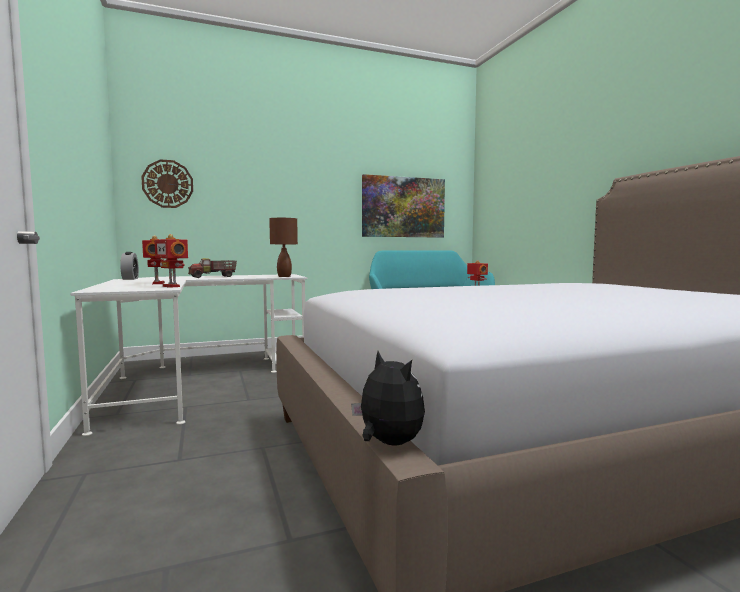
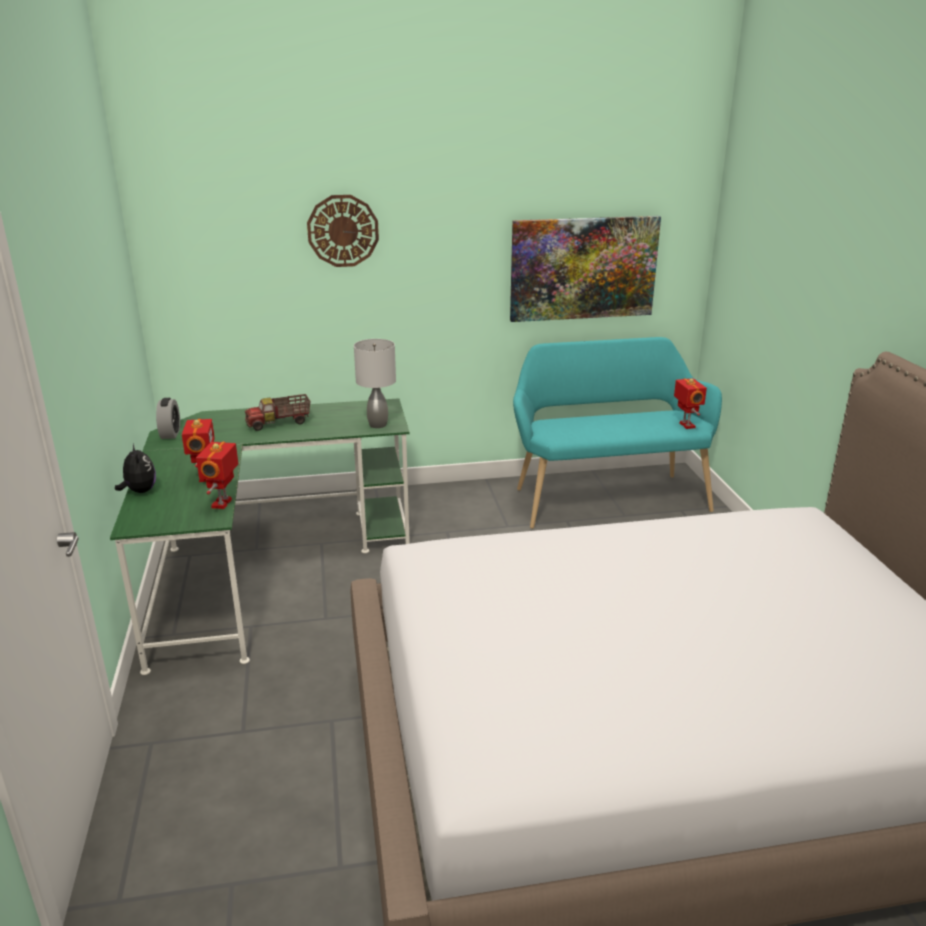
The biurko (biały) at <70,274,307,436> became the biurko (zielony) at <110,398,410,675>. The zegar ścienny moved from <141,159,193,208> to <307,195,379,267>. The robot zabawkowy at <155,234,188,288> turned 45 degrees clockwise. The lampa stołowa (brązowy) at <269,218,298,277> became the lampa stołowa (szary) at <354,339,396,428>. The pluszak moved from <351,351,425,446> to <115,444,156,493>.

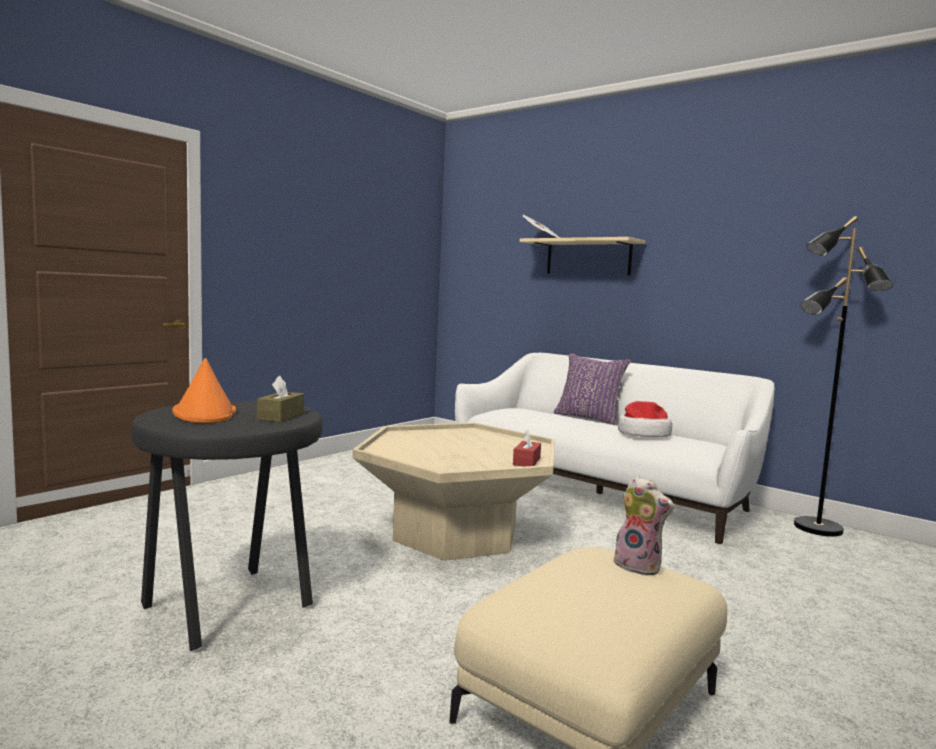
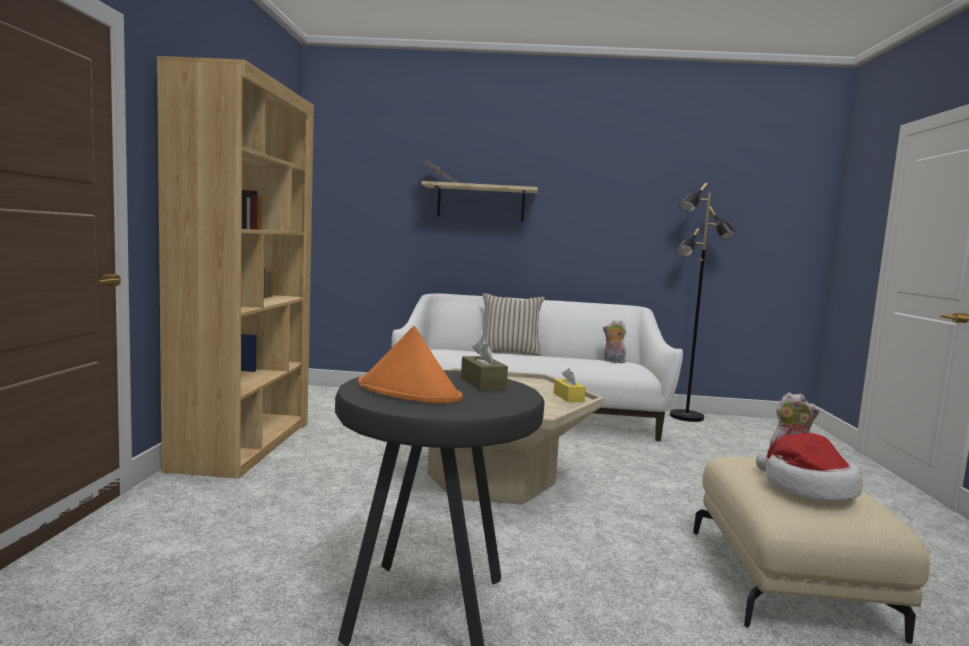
The pudełko chusteczek (czerwony) at <513,430,541,467> became the pudełko chusteczek (żółty) at <554,368,586,402>. The poduszka (fioletowy) at <554,353,631,425> became the poduszka (beżowy) at <482,293,545,356>. The kapelusz moved from <618,401,672,437> to <756,433,862,501>. The regał (brązowy) at <157,56,314,479> appeared. The pluszak at <603,320,627,363> appeared.

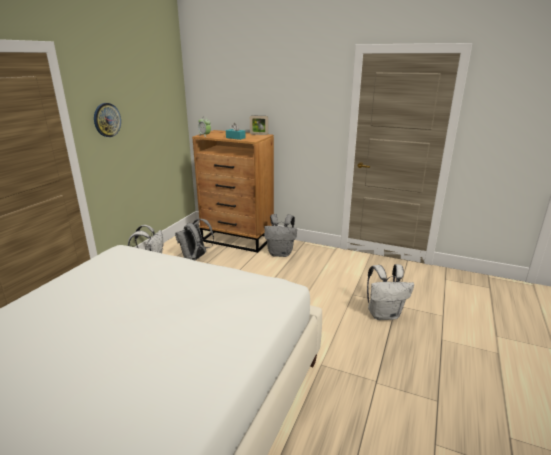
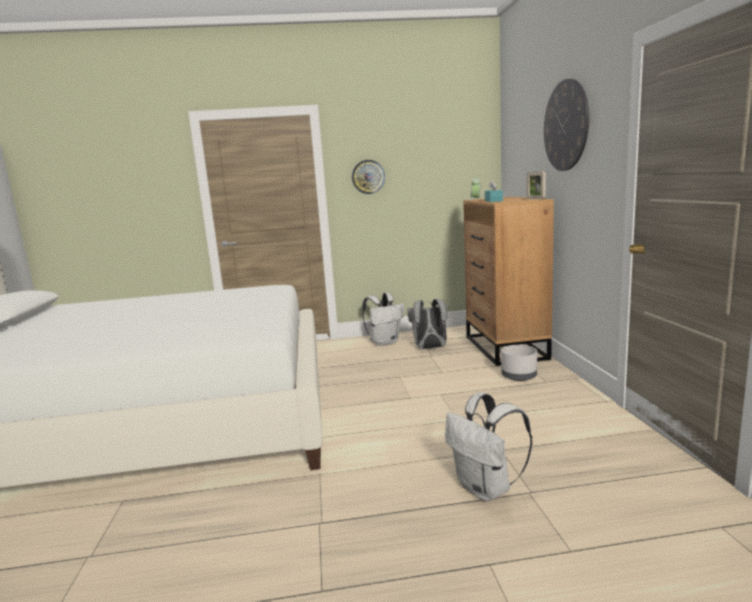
The plecak (szary) at <264,214,297,257> was replaced by the donica (szary) at <501,345,537,381>. The zegar ścienny at <544,79,589,171> appeared.

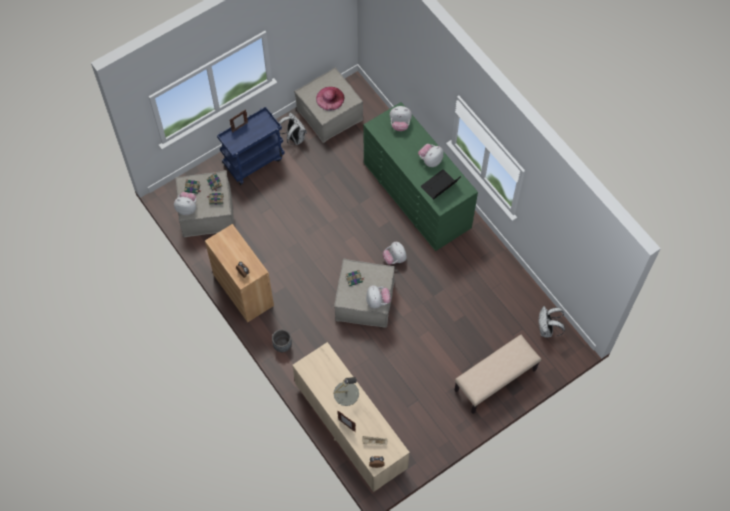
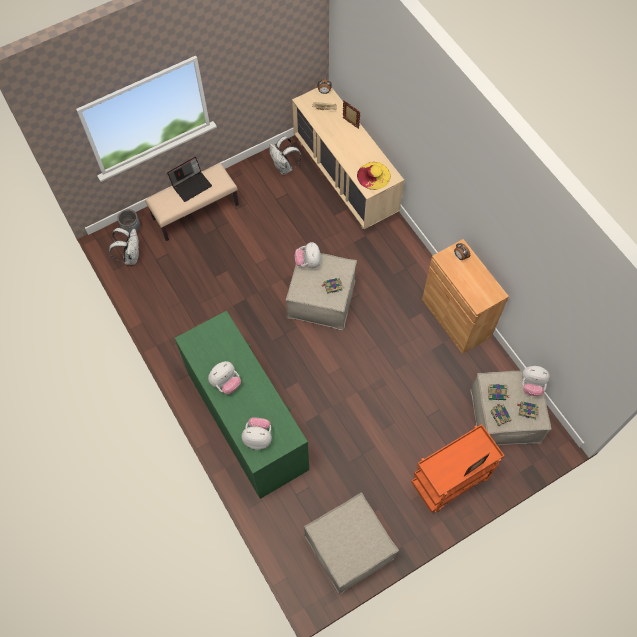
The wózek (niebieski) at <217,107,285,185> became the wózek (pomarańczowy) at <411,424,505,513>. The donica (szary) moved from <272,329,292,352> to <117,209,141,234>. The plecak (biały) moved from <279,112,307,145> to <269,136,301,175>. The kapelusz (różowy) at <316,87,345,111> disappeared. The lampa stołowa (szary) at <333,377,359,406> disappeared. The pluszak at <383,242,407,265> disappeared. The laptop moved from <421,169,461,199> to <167,157,212,202>. The kapelusz (żółty) at <357,162,391,190> appeared.

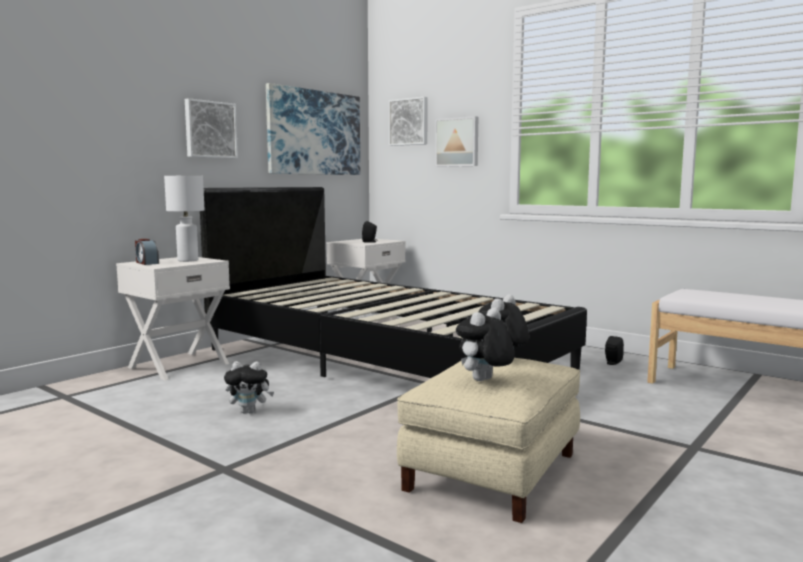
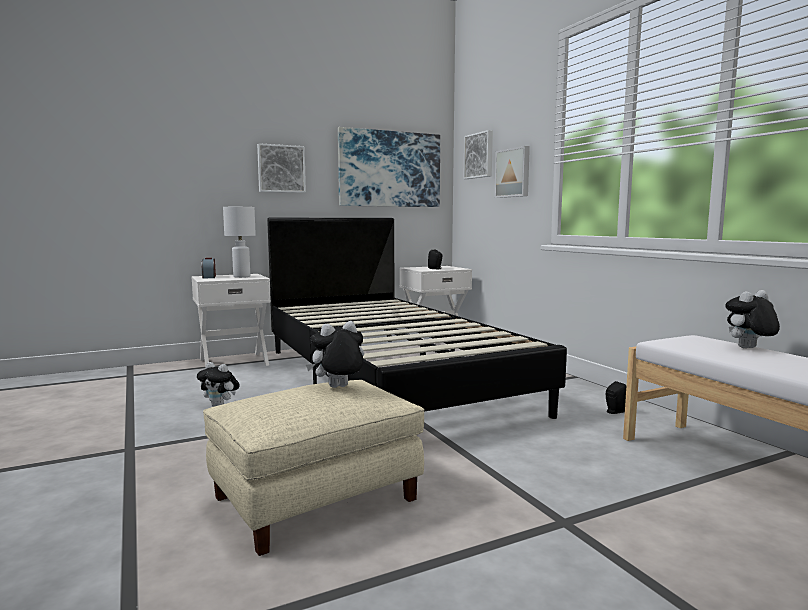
The pluszak moved from <456,308,515,381> to <725,290,780,348>.

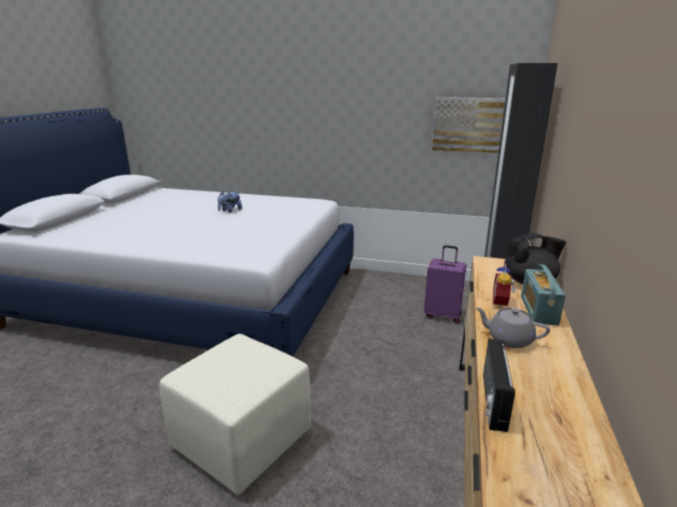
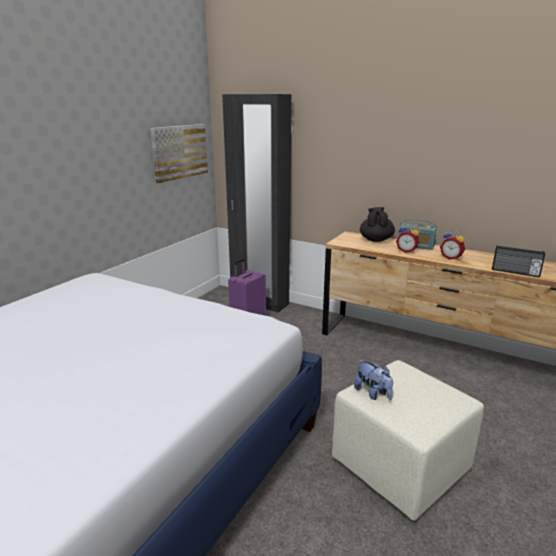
The pluszak moved from <218,191,242,213> to <354,360,393,400>. The imbryk (szary) at <475,307,550,348> was replaced by the budzik at <440,230,465,260>.

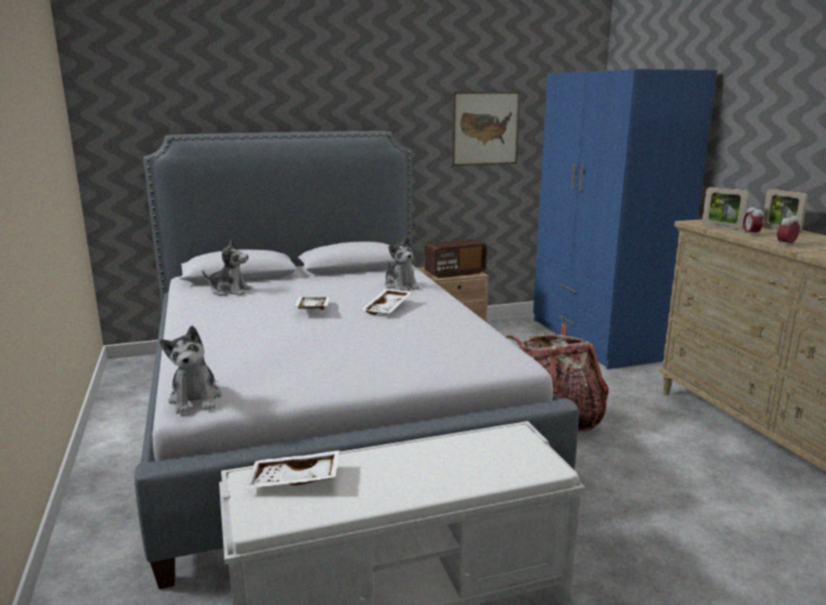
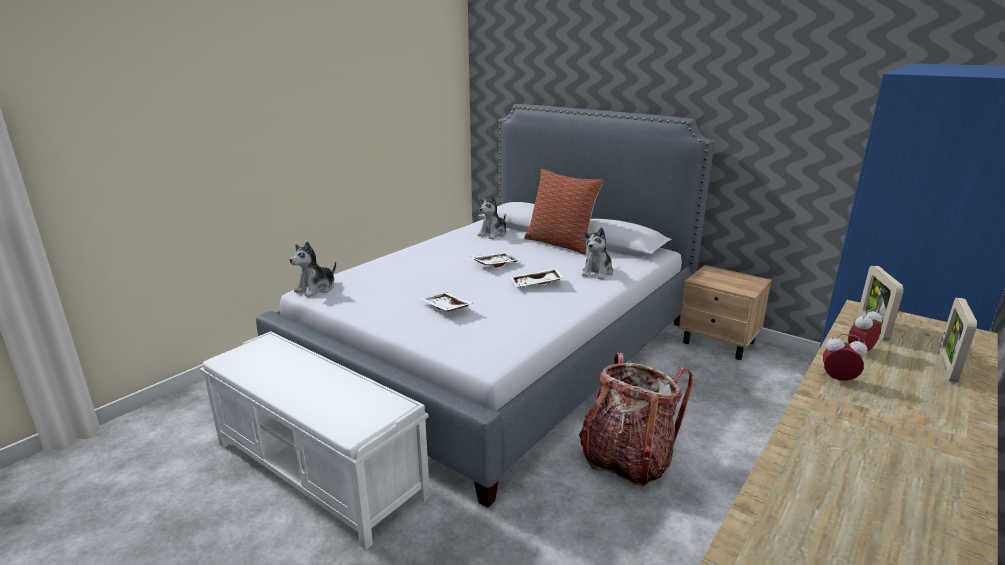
The pluszak at <202,240,251,296> turned 60 degrees clockwise. The taca (biały) moved from <244,450,340,488> to <419,292,472,312>. The radio at <424,239,487,278> disappeared. The obraz at <452,91,520,166> disappeared. The poduszka at <524,169,604,255> appeared.

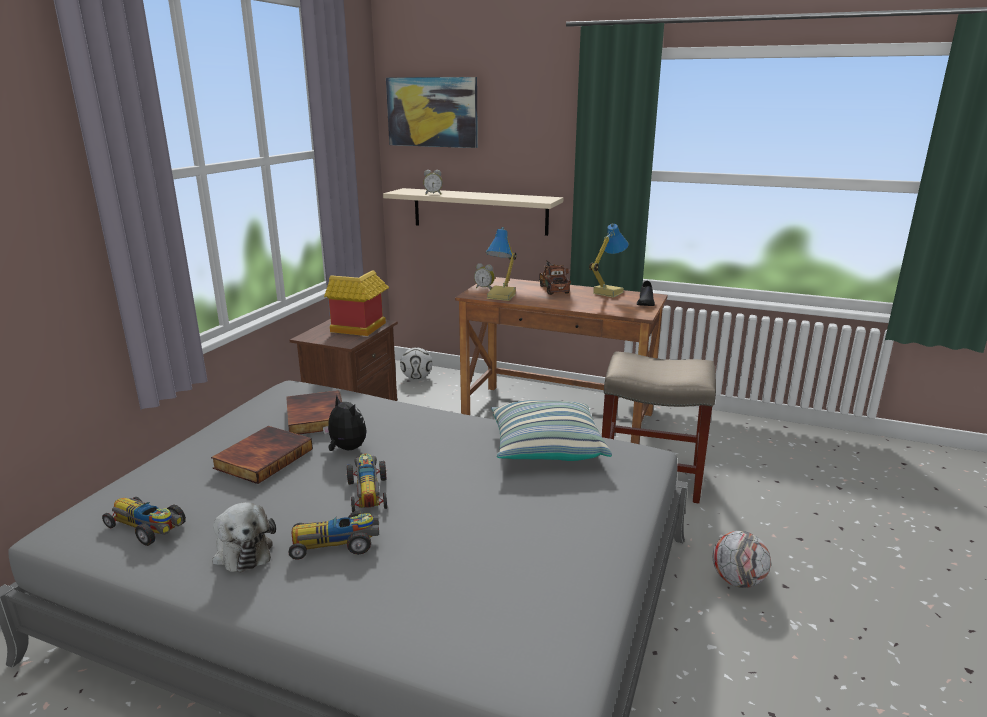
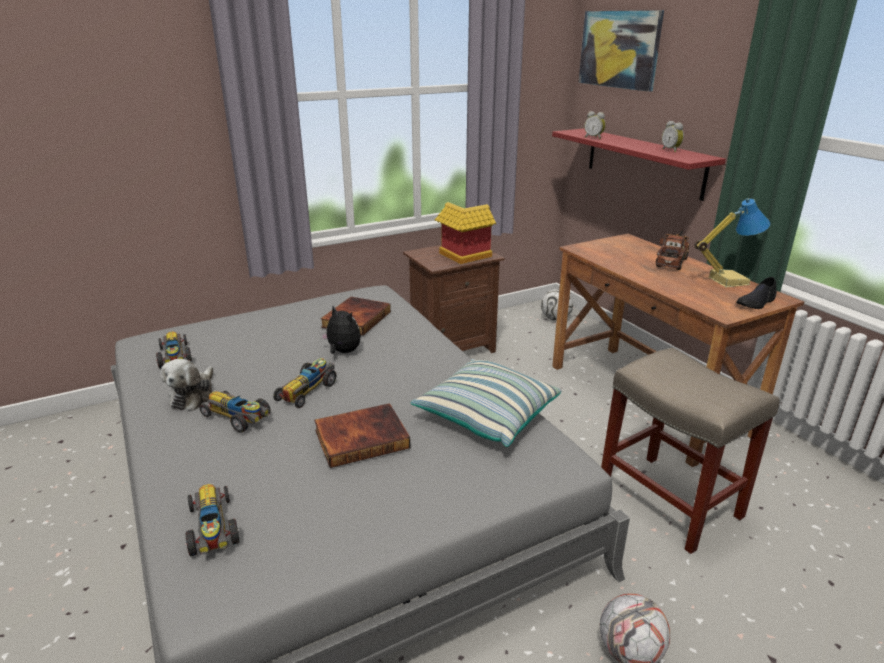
The książka moved from <211,426,313,484> to <314,403,410,468>. The pluszak at <323,395,367,451> turned 45 degrees counterclockwise. The półka (beżowy) at <383,188,563,236> became the półka (czerwony) at <552,128,726,201>. The budzik moved from <474,263,495,290> to <662,121,684,152>. The lampa stołowa at <486,227,516,301> disappeared. The samochodzik at <185,484,240,556> appeared.

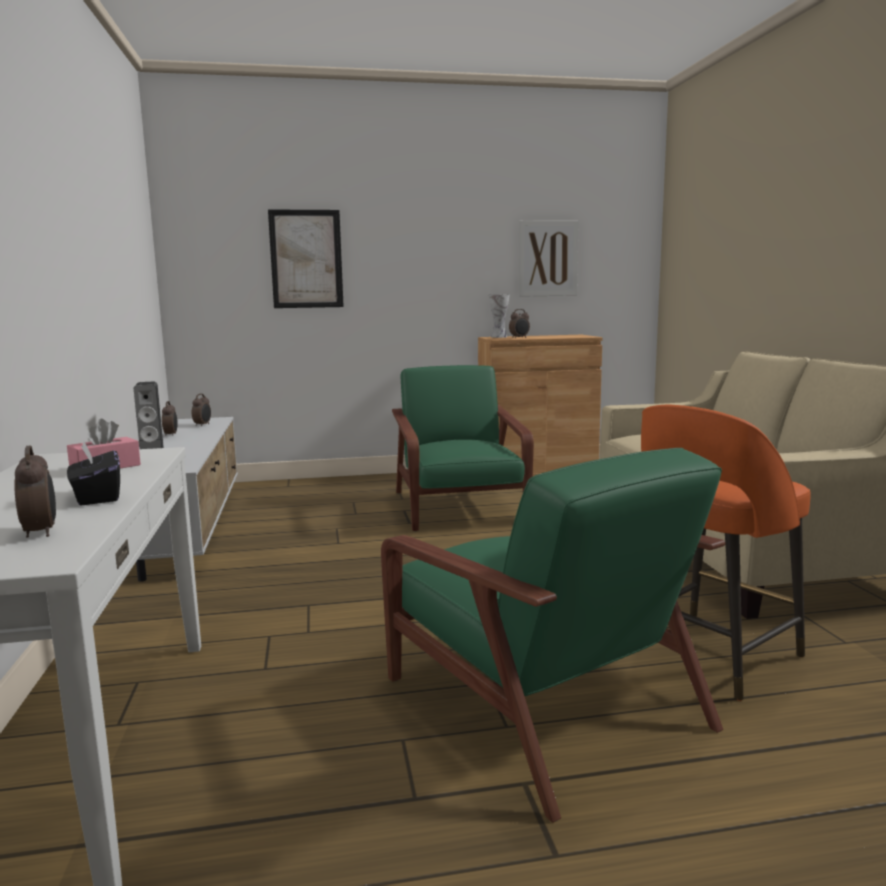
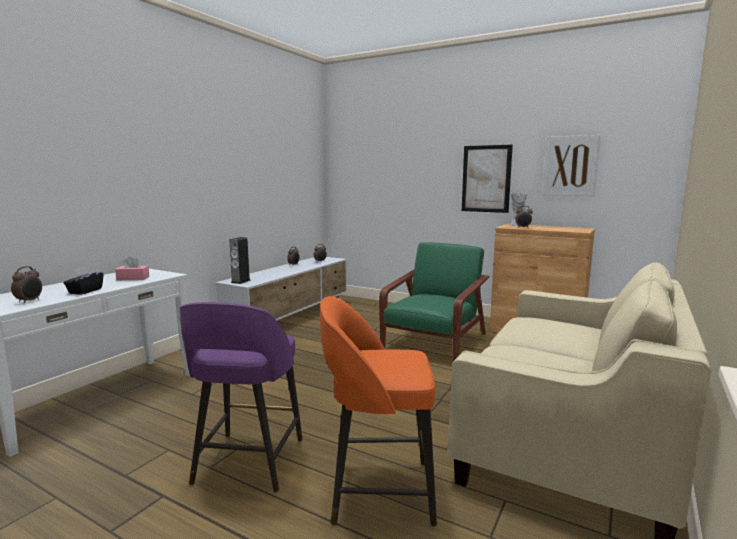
The obraz moved from <268,209,344,308> to <462,145,513,213>. The fotel (zielony) at <381,448,725,823> was replaced by the stołek (fioletowy) at <180,302,303,492>.

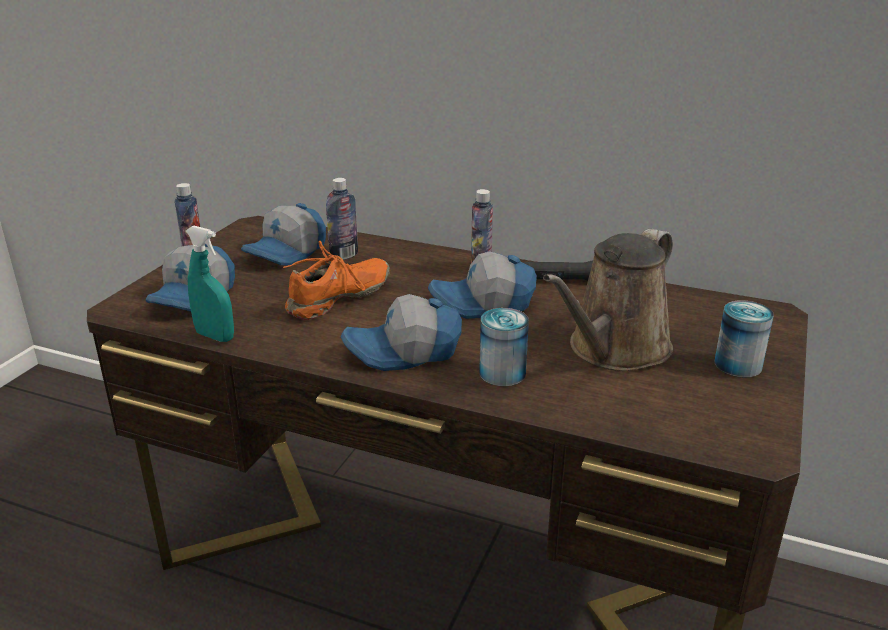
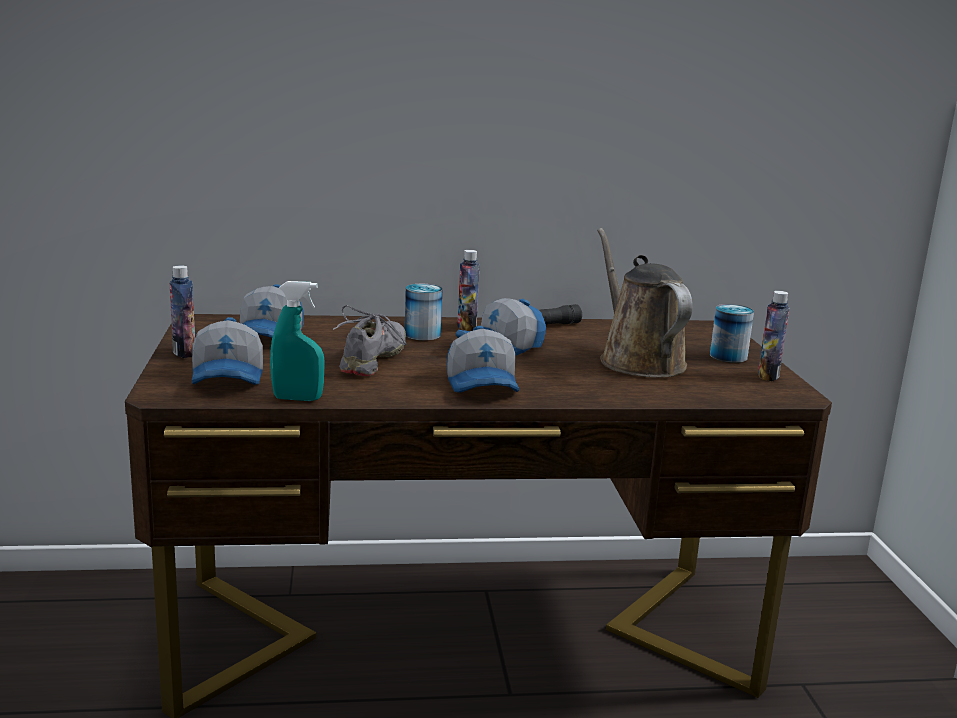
The but (pomarańczowy) at <283,241,390,320> became the but (szary) at <333,305,407,376>. The butelka moved from <326,178,358,260> to <758,291,790,381>. The czapka z daszkiem at <341,294,462,371> turned 60 degrees counterclockwise. The puszka moved from <479,308,529,386> to <405,284,443,340>. The konewka (brązowy) at <543,229,673,371> turned 150 degrees clockwise.

